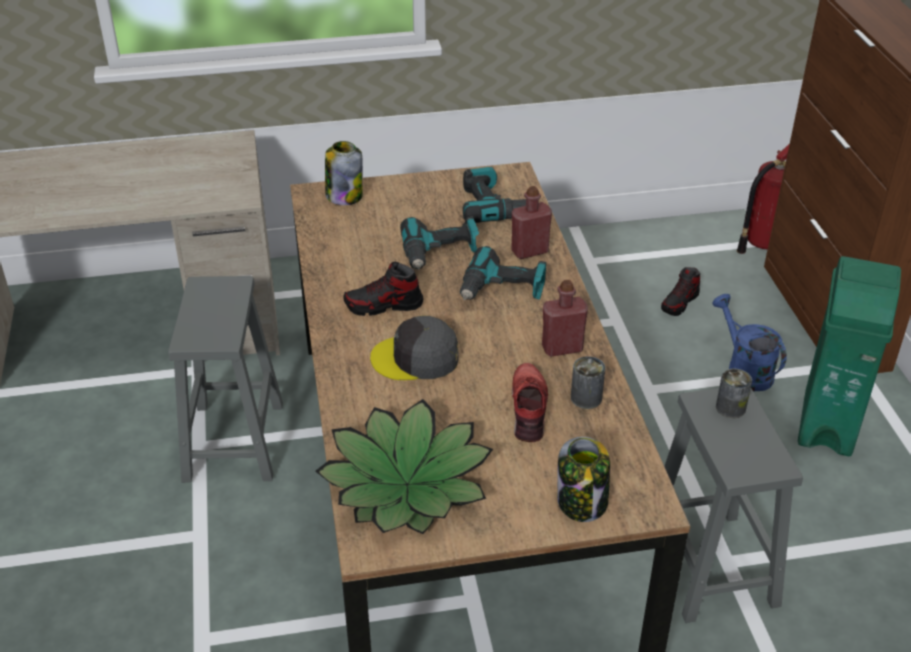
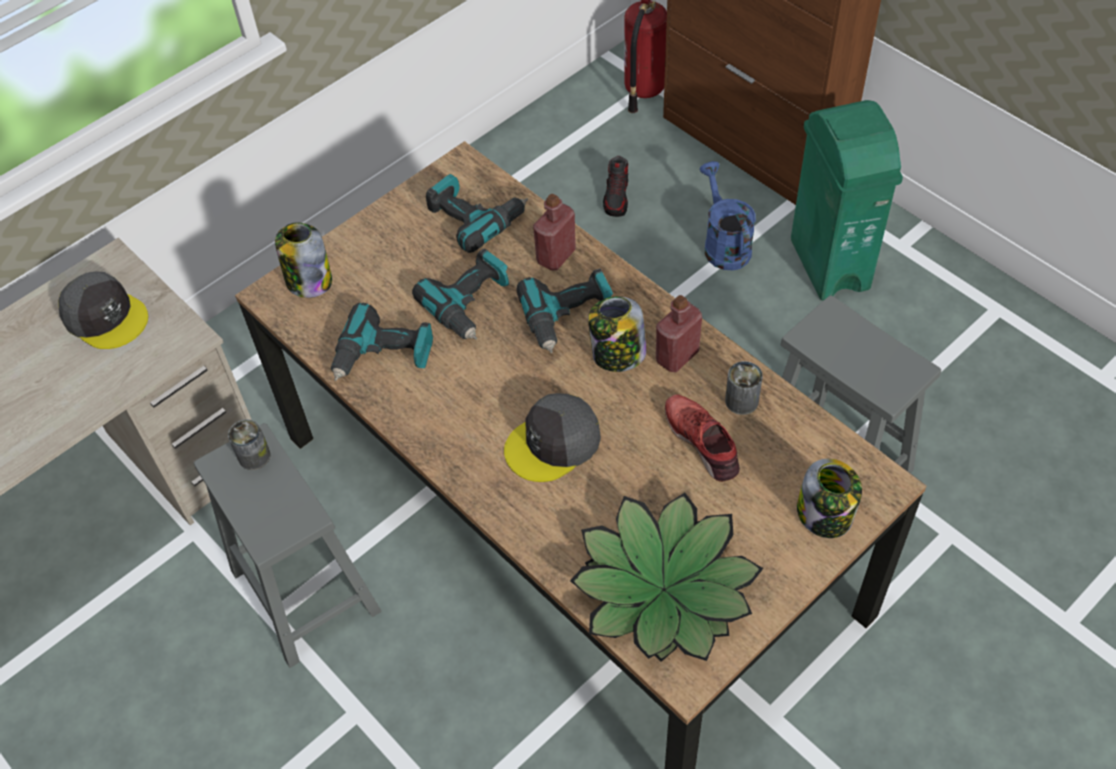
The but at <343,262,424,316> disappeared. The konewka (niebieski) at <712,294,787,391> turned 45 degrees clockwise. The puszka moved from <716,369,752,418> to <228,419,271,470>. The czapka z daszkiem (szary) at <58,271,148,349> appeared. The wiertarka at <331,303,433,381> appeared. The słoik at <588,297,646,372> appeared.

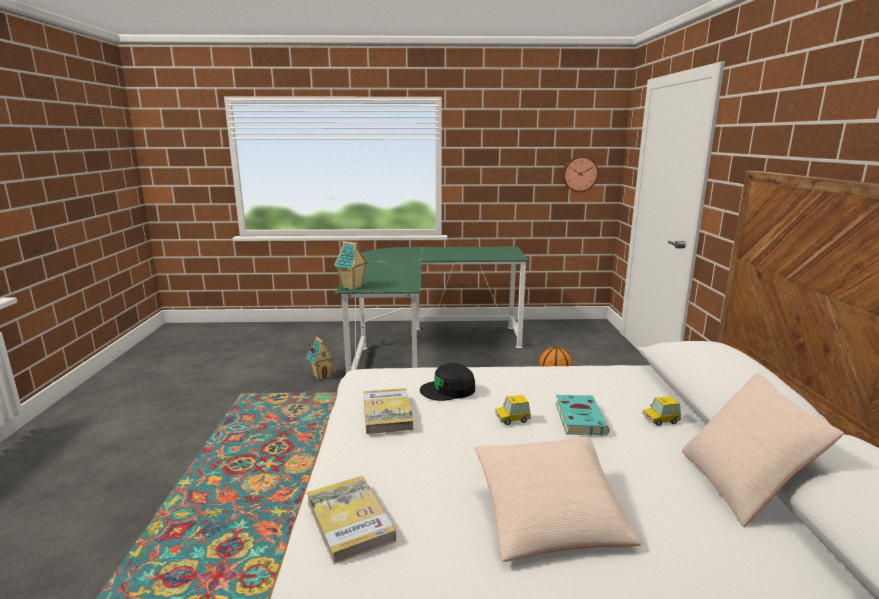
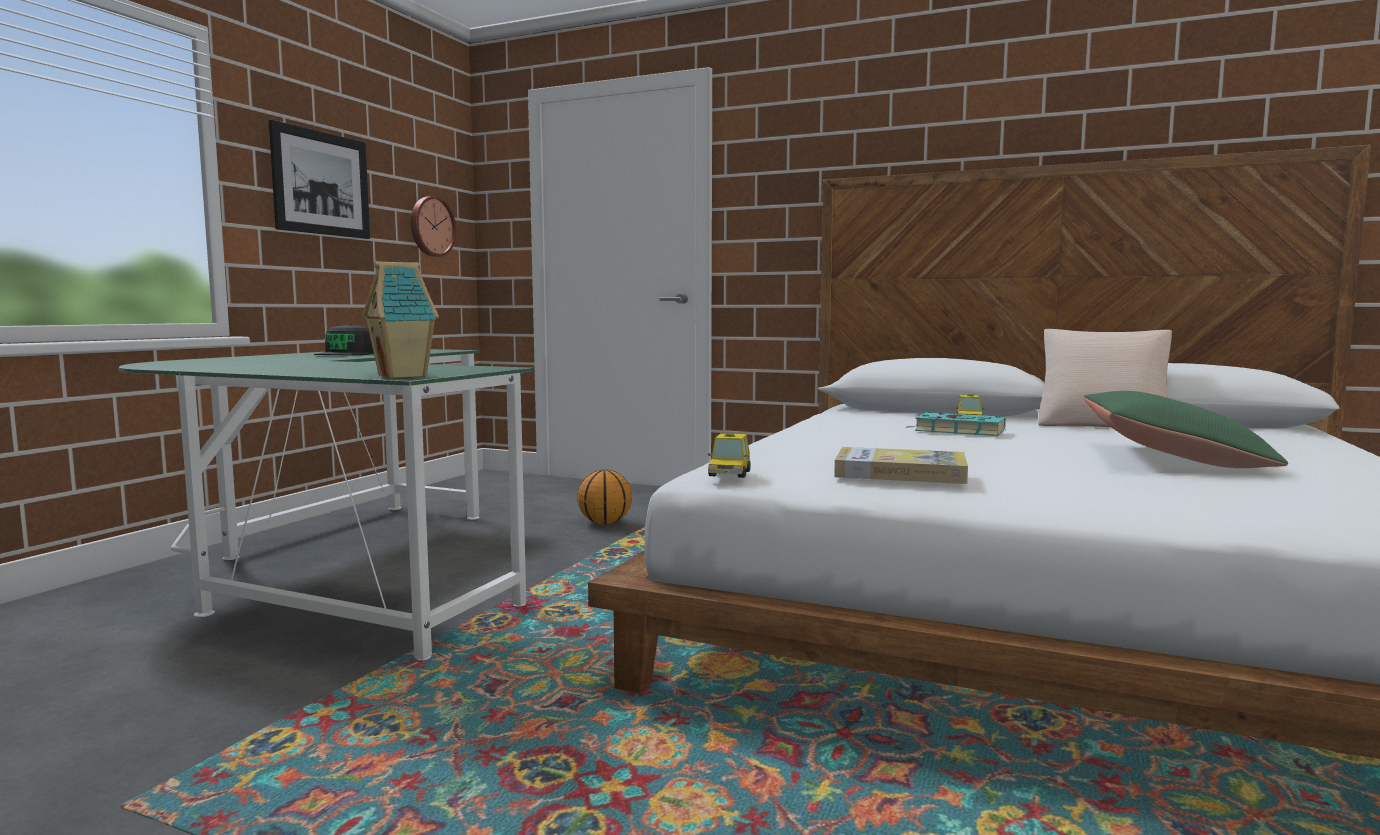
The książka at <306,476,396,565> disappeared. The domek at <307,337,335,380> disappeared. The czapka z daszkiem (czarny) moved from <420,363,475,401> to <314,324,374,356>. The poduszka (beżowy) at <474,437,642,562> became the poduszka (zielony) at <1084,391,1288,468>. The samochodzik moved from <495,395,531,425> to <708,433,751,478>. The obraz at <269,120,370,239> appeared.

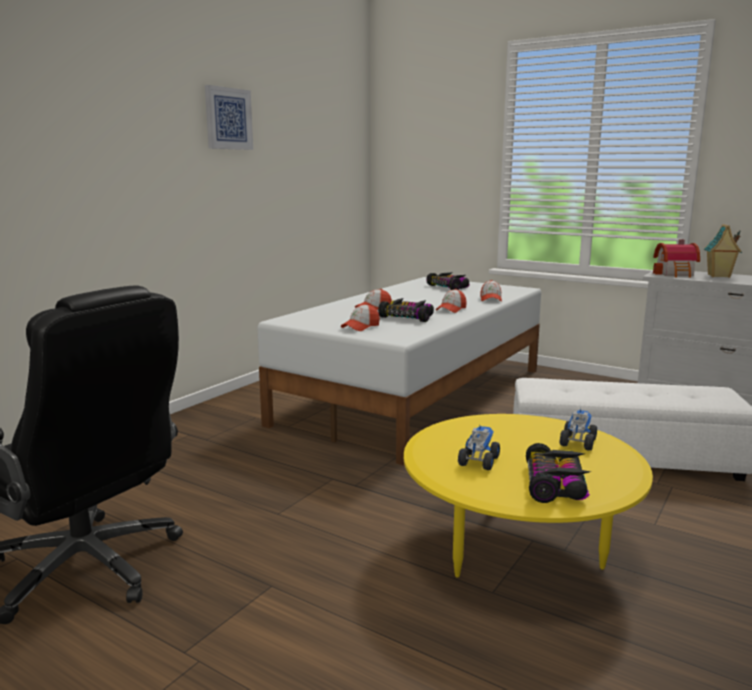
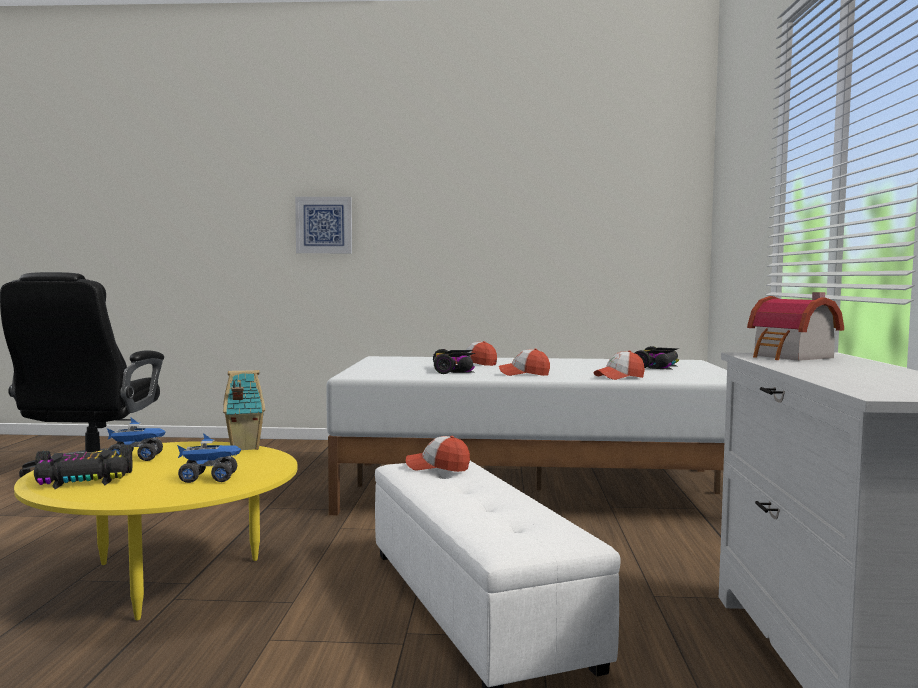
The obraz moved from <205,85,253,150> to <295,197,352,253>. The czapka z daszkiem moved from <341,304,380,331> to <406,436,470,472>. The domek moved from <704,224,742,278> to <223,370,265,450>.

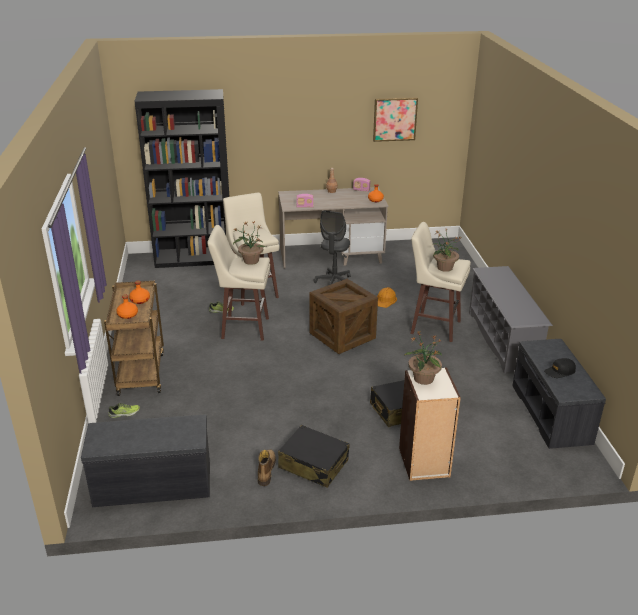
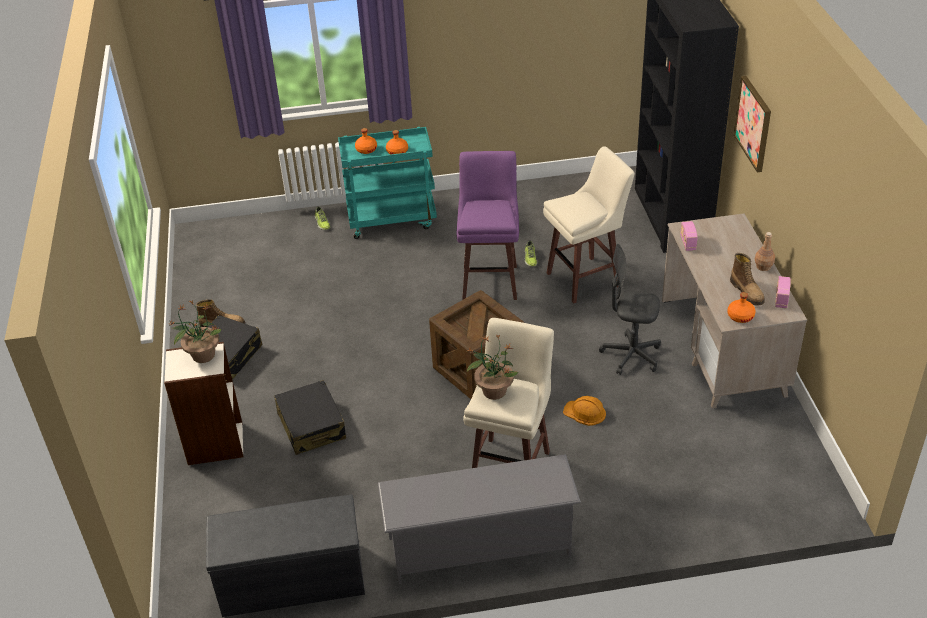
The ławka (szary) at <81,415,210,507> disappeared. The wózek (brązowy) at <104,281,164,396> became the wózek (turkusowy) at <338,127,437,239>. The stołek (beżowy) at <207,225,270,341> became the stołek (fioletowy) at <457,151,519,300>. The roślina doniczkowa at <233,221,266,265> disappeared. The obraz moved from <373,97,418,142> to <734,76,771,172>. The czapka z daszkiem (czarny) at <544,358,576,378> disappeared. The but z cholewką at <730,253,764,306> appeared.

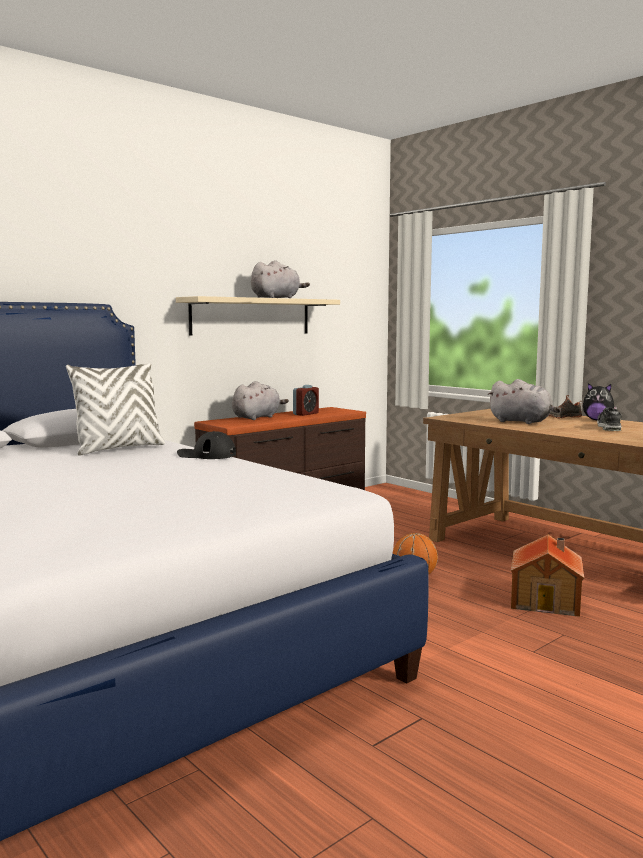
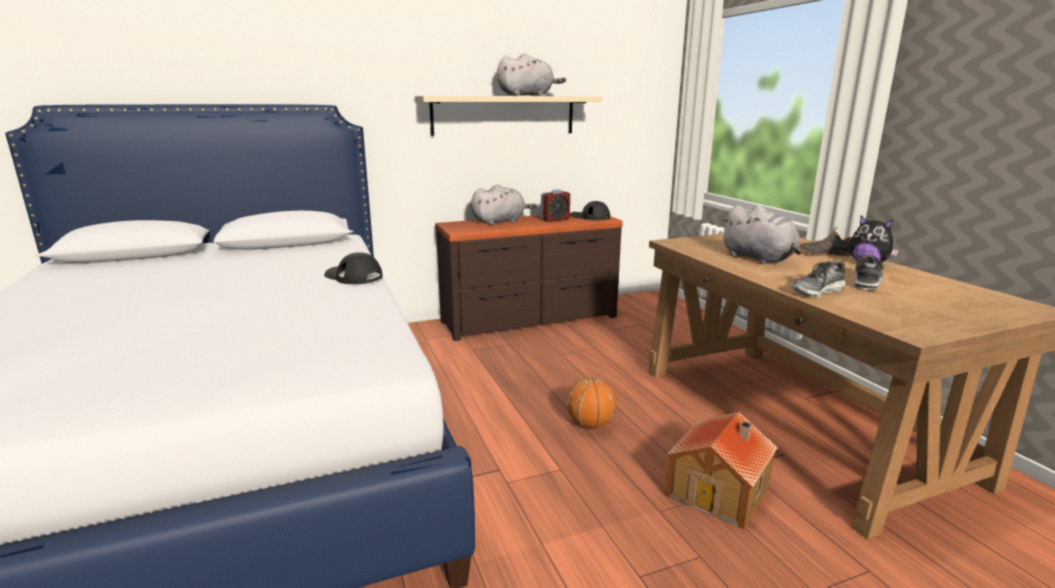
The poduszka (biały) at <66,363,165,456> disappeared. The czapka z daszkiem (czarny) at <571,201,610,220> appeared. The but at <791,261,846,298> appeared.

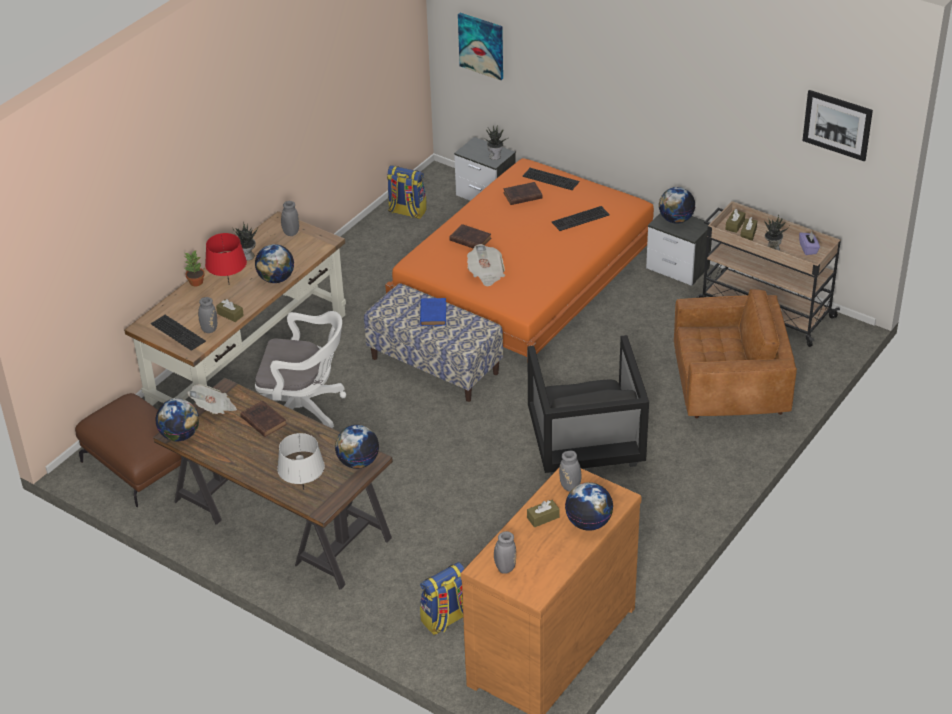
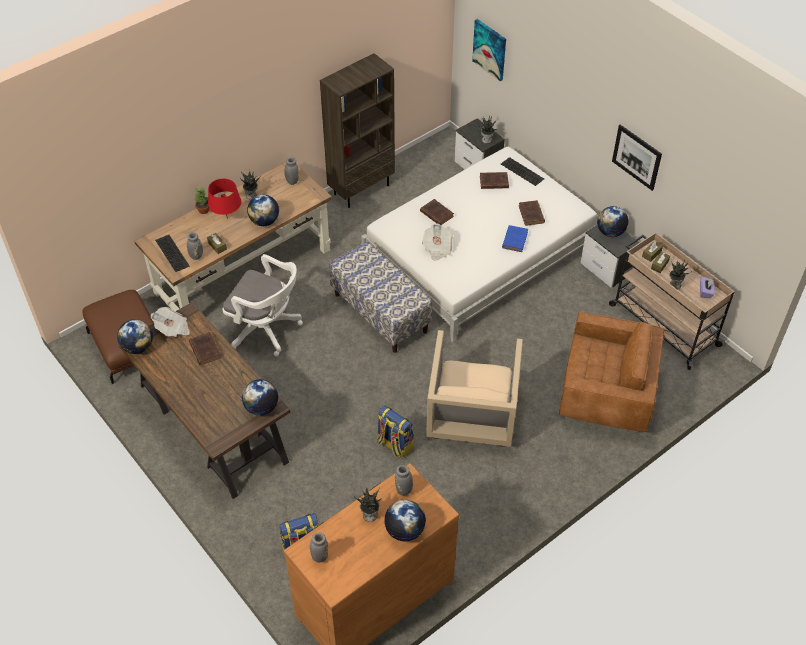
The lampa stołowa (szary) at <277,433,325,490> disappeared. The łóżko (pomarańczowy) at <385,158,654,364> became the łóżko (biały) at <361,147,597,343>. The plecak moved from <387,165,427,219> to <377,405,414,458>. The książka (niebieski) moved from <420,298,446,326> to <502,225,528,252>. The fotel (czarny) at <527,335,649,475> became the fotel (beżowy) at <426,330,523,447>. The pudełko chusteczek (brązowy) at <527,500,560,527> was replaced by the roślina doniczkowa at <355,487,381,522>. The klawiatura at <552,206,610,231> was replaced by the książka (brązowy) at <519,200,545,226>. The obraz moved from <802,90,873,161> to <612,125,662,191>. The regał (brązowy) at <320,53,395,208> appeared.

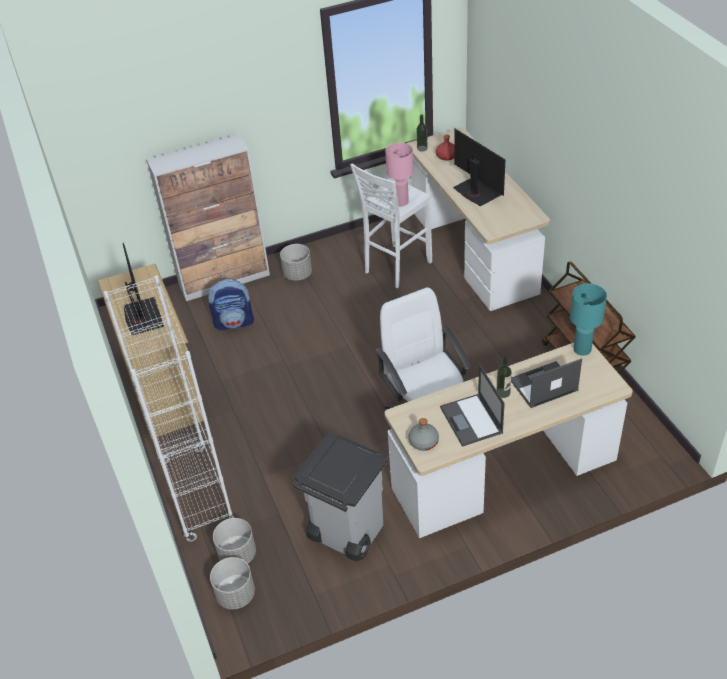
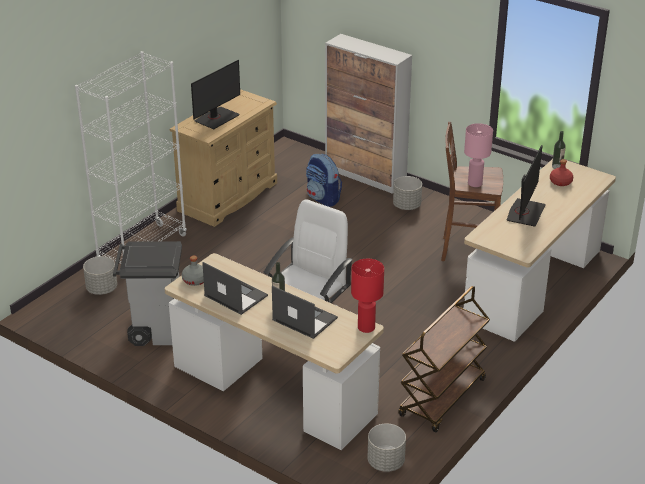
The donica (szary) moved from <210,557,255,609> to <368,423,406,472>. The stołek (biały) at <350,163,432,288> became the stołek (brązowy) at <441,122,503,261>. The laptop at <440,365,505,447> turned 90 degrees clockwise. The lampa stołowa (turkusowy) at <570,283,607,356> became the lampa stołowa (czerwony) at <351,259,384,333>.

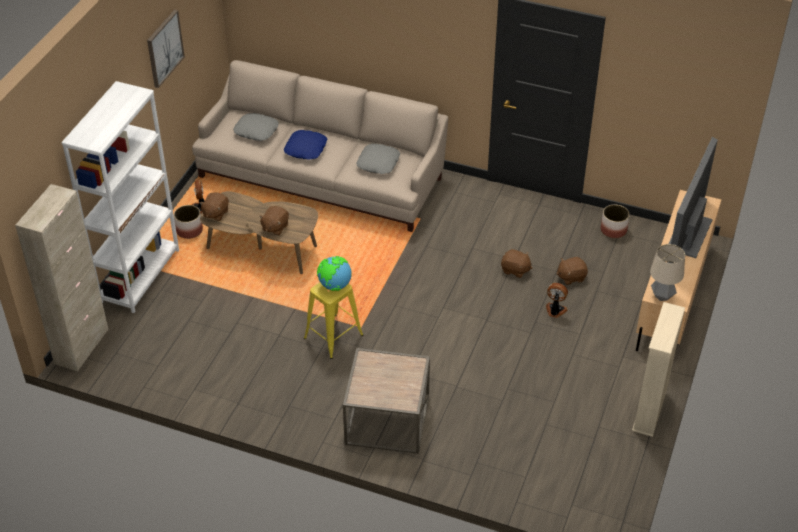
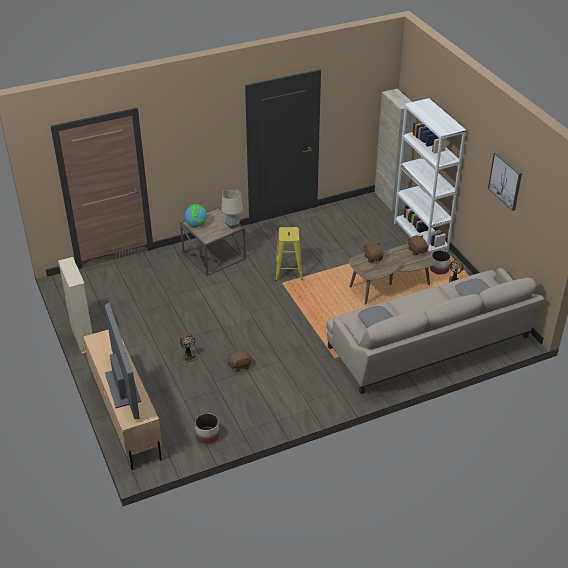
The poduszka (niebieski) at <284,130,328,160> disappeared. The globus moved from <317,256,352,291> to <185,204,207,227>. The pluszak (brązowy) at <556,257,588,285> disappeared. The lampa stołowa moved from <650,244,685,301> to <221,189,243,229>.

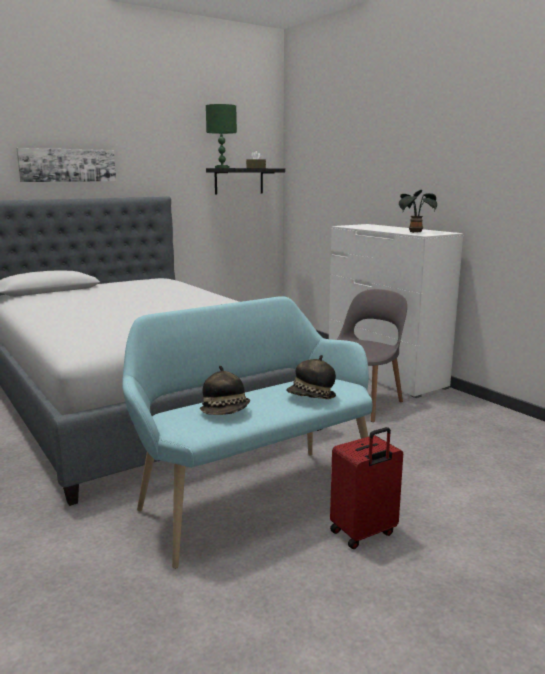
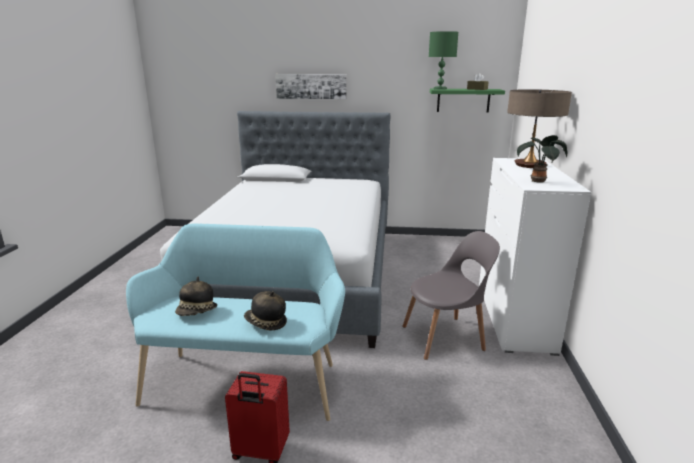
The półka (czarny) at <206,168,285,195> became the półka (zielony) at <430,89,505,113>. The lampa stołowa at <507,89,572,168> appeared.

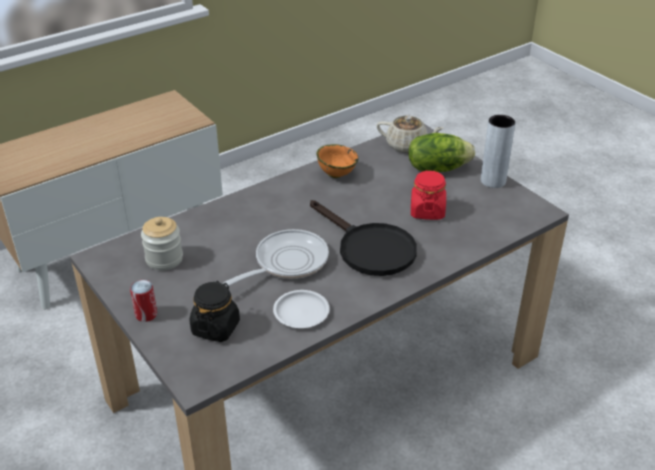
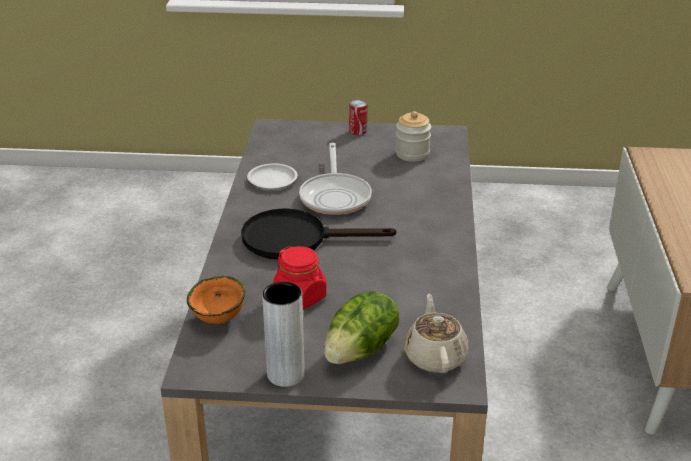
The słoik (czarny) at <190,281,240,342> disappeared. The miska (pomarańczowy) moved from <317,144,358,178> to <187,276,245,324>. The imbryk (beżowy) at <377,116,444,153> turned 120 degrees clockwise.

